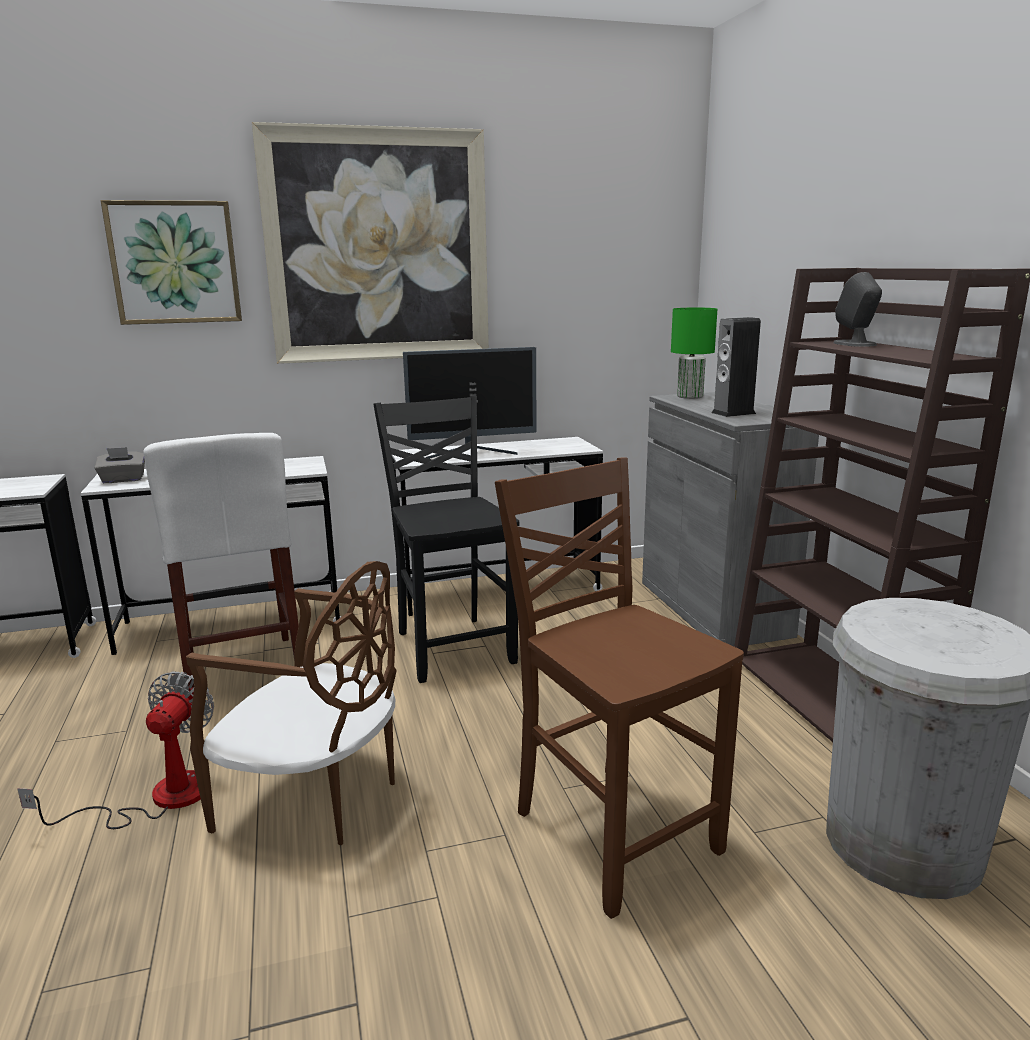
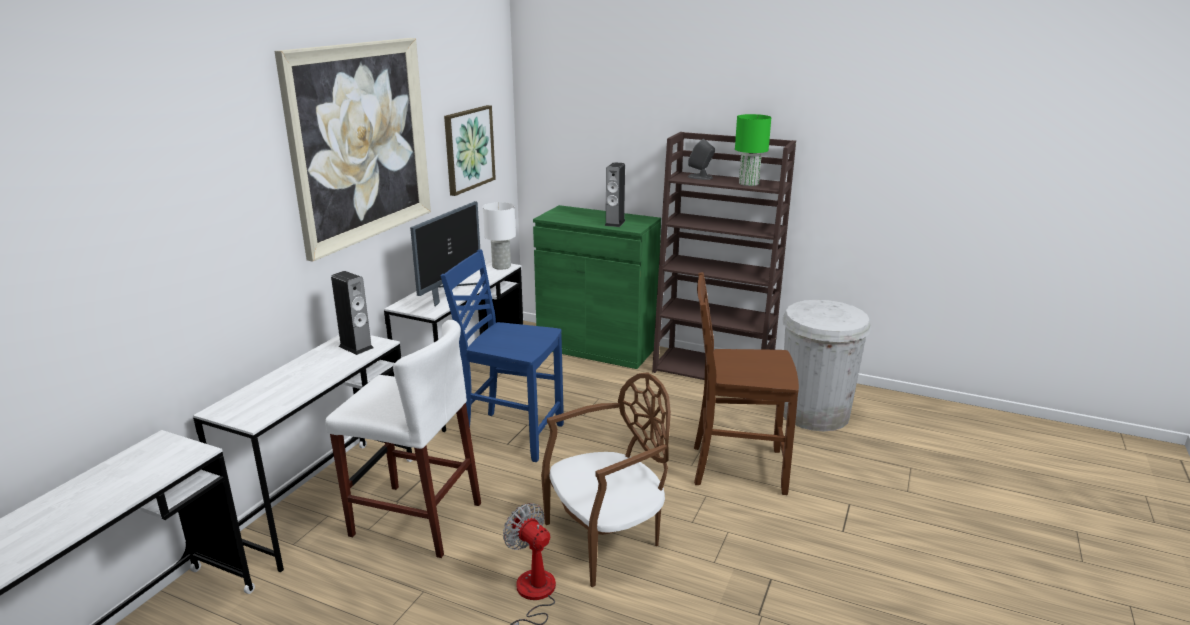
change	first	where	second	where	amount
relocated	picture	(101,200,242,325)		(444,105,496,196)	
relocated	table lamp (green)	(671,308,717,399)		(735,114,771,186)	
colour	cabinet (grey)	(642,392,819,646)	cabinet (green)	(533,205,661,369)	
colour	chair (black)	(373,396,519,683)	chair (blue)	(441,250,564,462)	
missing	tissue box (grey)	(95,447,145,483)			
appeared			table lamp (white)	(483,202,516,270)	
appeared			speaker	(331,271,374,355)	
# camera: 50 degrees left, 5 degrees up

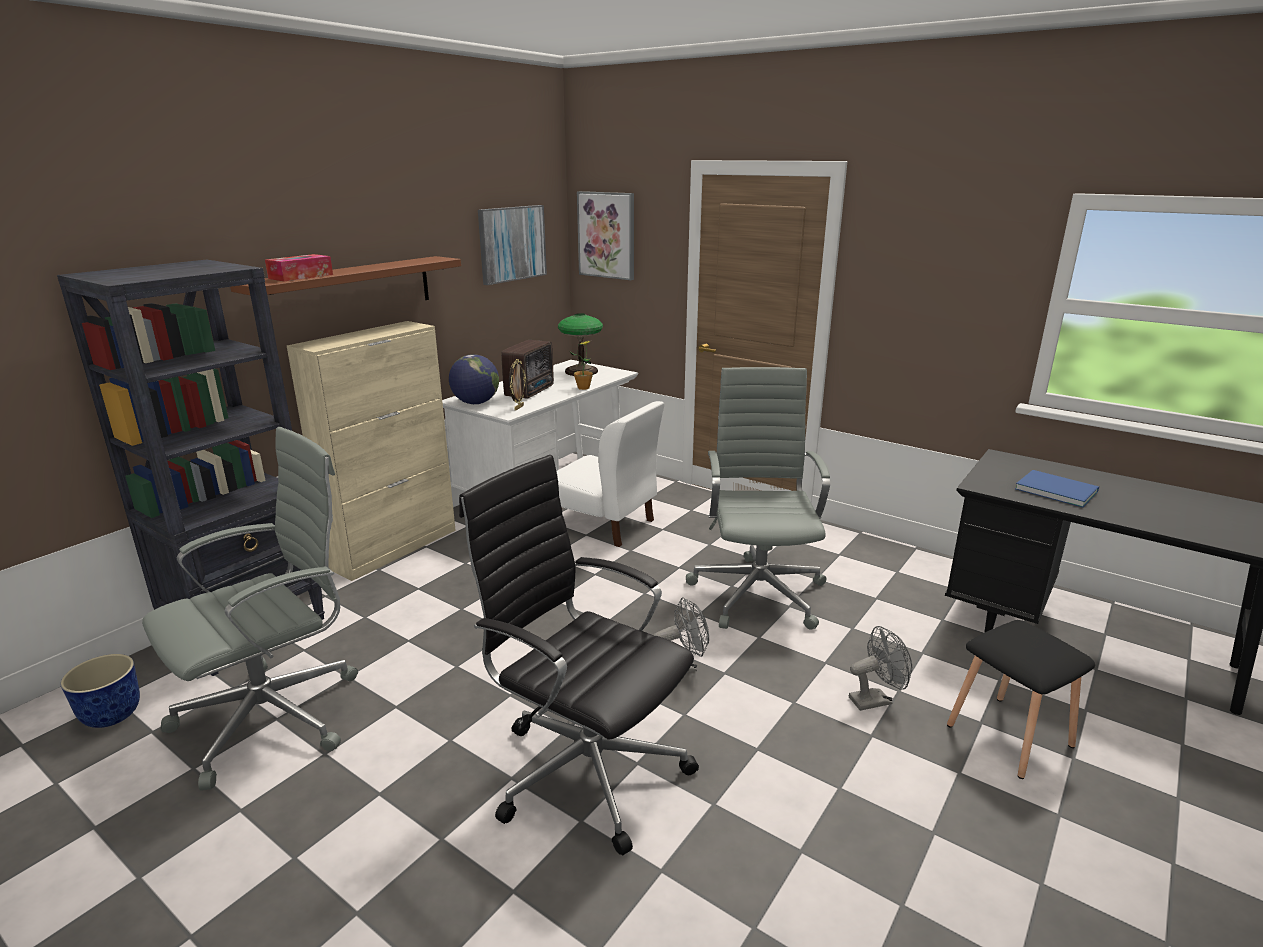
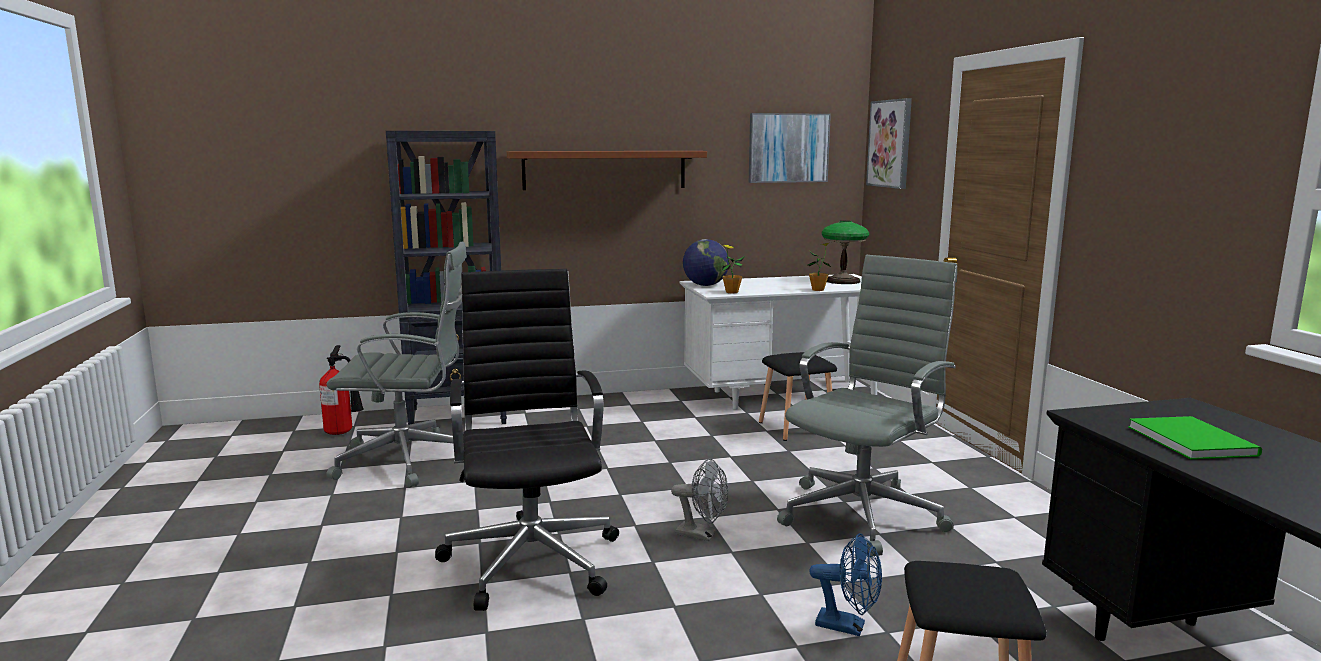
change	first	where	second	where	amount
missing	tissue box	(265,254,333,282)			
missing	cabinet (beige)	(287,321,456,581)			
missing	radio	(501,340,554,399)			
exchanged	picture frame	(509,359,526,411)	potted plant	(722,244,746,294)	
exchanged	chair (white)	(556,401,664,547)	stool (black)	(759,352,837,441)	
colour	book (blue)	(1015,470,1099,507)	book (green)	(1128,416,1262,459)	
colour	fan (grey)	(849,626,912,711)	fan (blue)	(809,533,882,636)	
exchanged	planter	(61,654,140,728)	fire extinguisher	(319,345,364,435)	
# camera: 40 degrees right, 10 degrees down

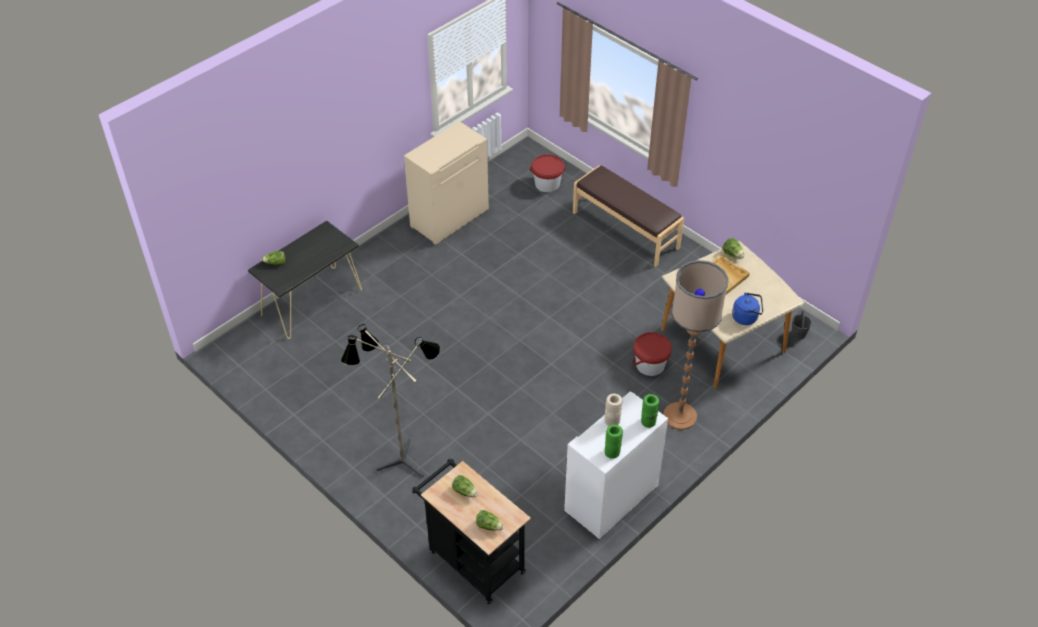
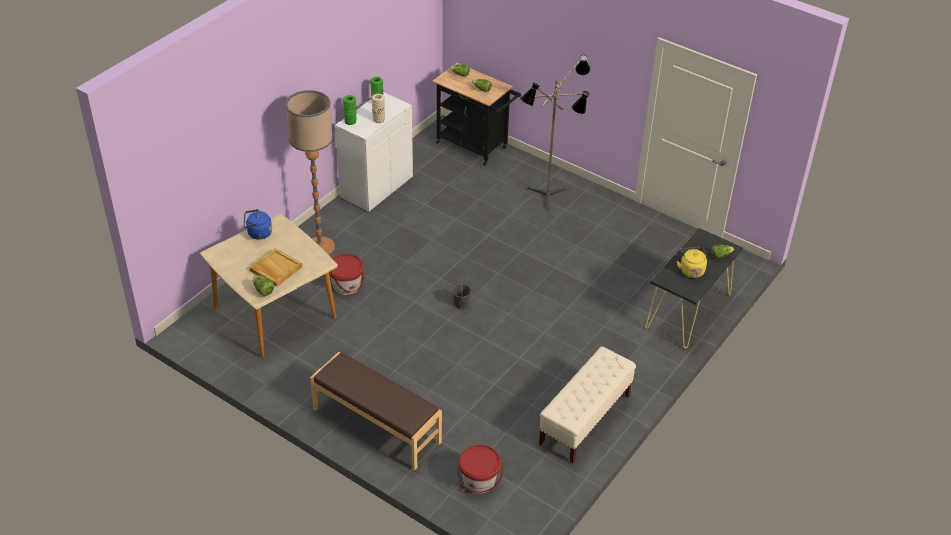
change	first	where	second	where	amount
exchanged	cabinet (beige)	(404,121,489,245)	bench (beige)	(539,347,636,463)	
relocated	bucket (grey)	(792,311,812,340)		(452,280,471,309)	
appeared			kettle (yellow)	(677,247,707,278)	
# camera: 170 degrees right, 5 degrees down

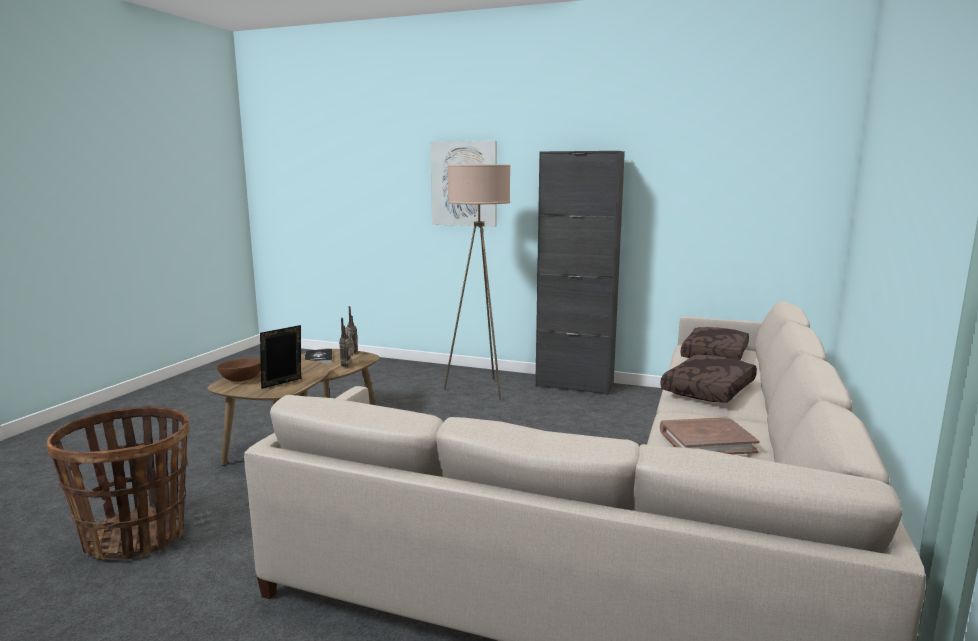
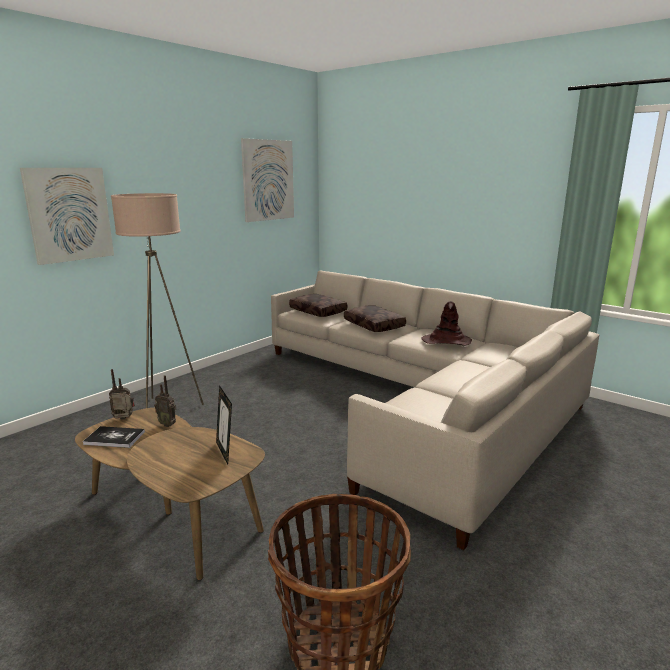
change	first	where	second	where	amount
missing	cabinet (black)	(535,151,625,395)			
missing	bowl (brown)	(217,358,261,382)			
exchanged	book (brown)	(660,417,760,455)	hat (brown)	(421,301,472,345)	
appeared			picture	(241,138,294,222)	
# camera: 70 degrees left, 5 degrees up

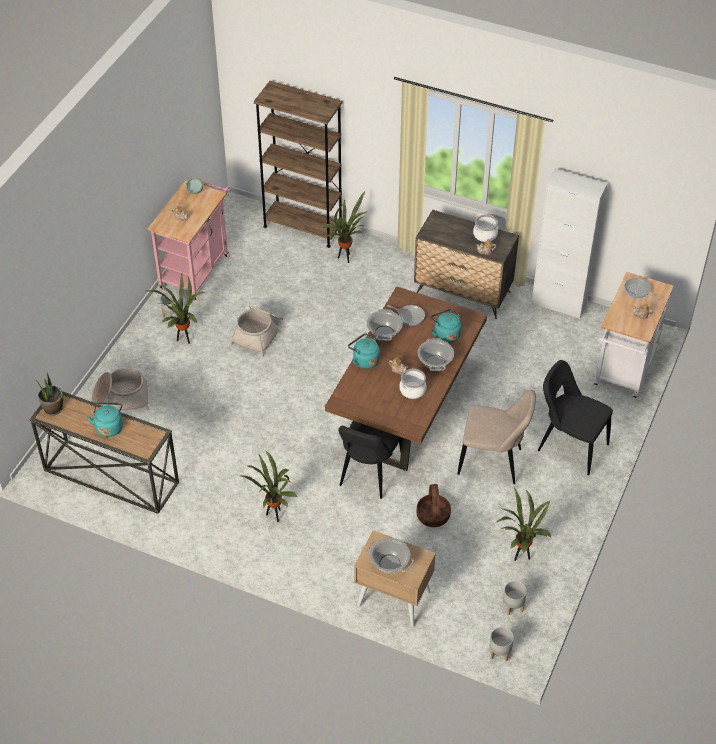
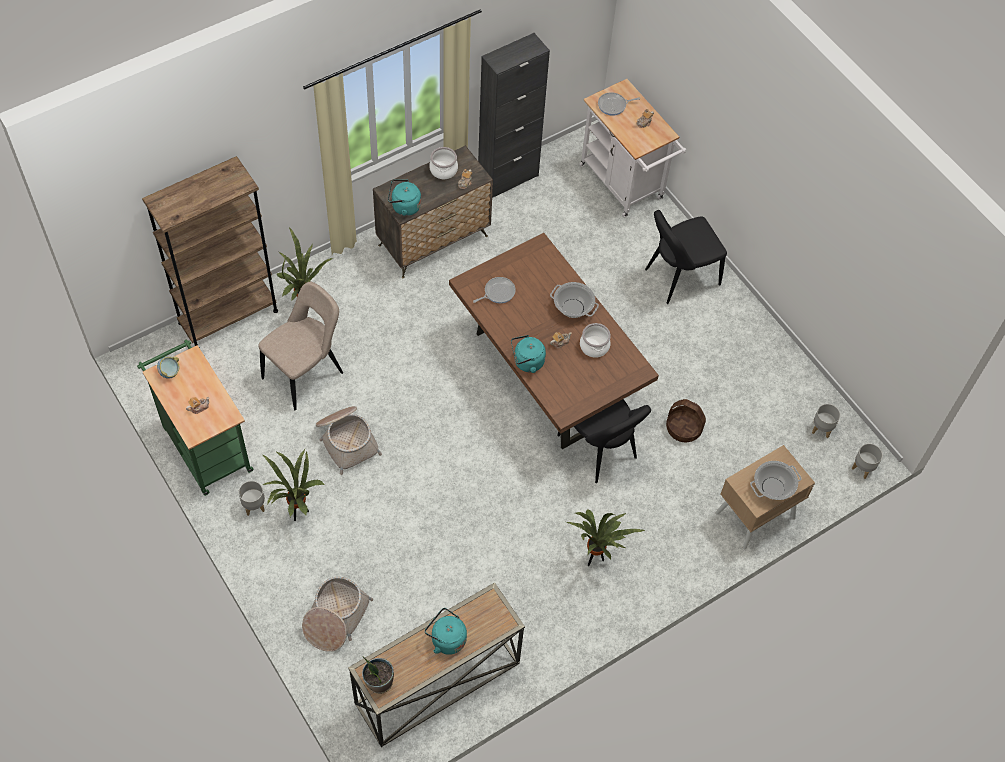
change	first	where	second	where	amount
colour	cabinet (white)	(531,169,608,319)	cabinet (black)	(478,33,550,198)	
colour	cart (pink)	(148,177,230,301)	cart (green)	(137,339,254,496)	
relocated	kettle (turquoise)	(431,308,462,343)		(388,180,421,216)	
missing	cooking pot	(367,309,403,341)			
relocated	chair (beige)	(457,390,536,484)		(258,282,343,410)	
missing	potted plant	(495,487,552,561)			
# camera: 60 degrees left, 10 degrees up

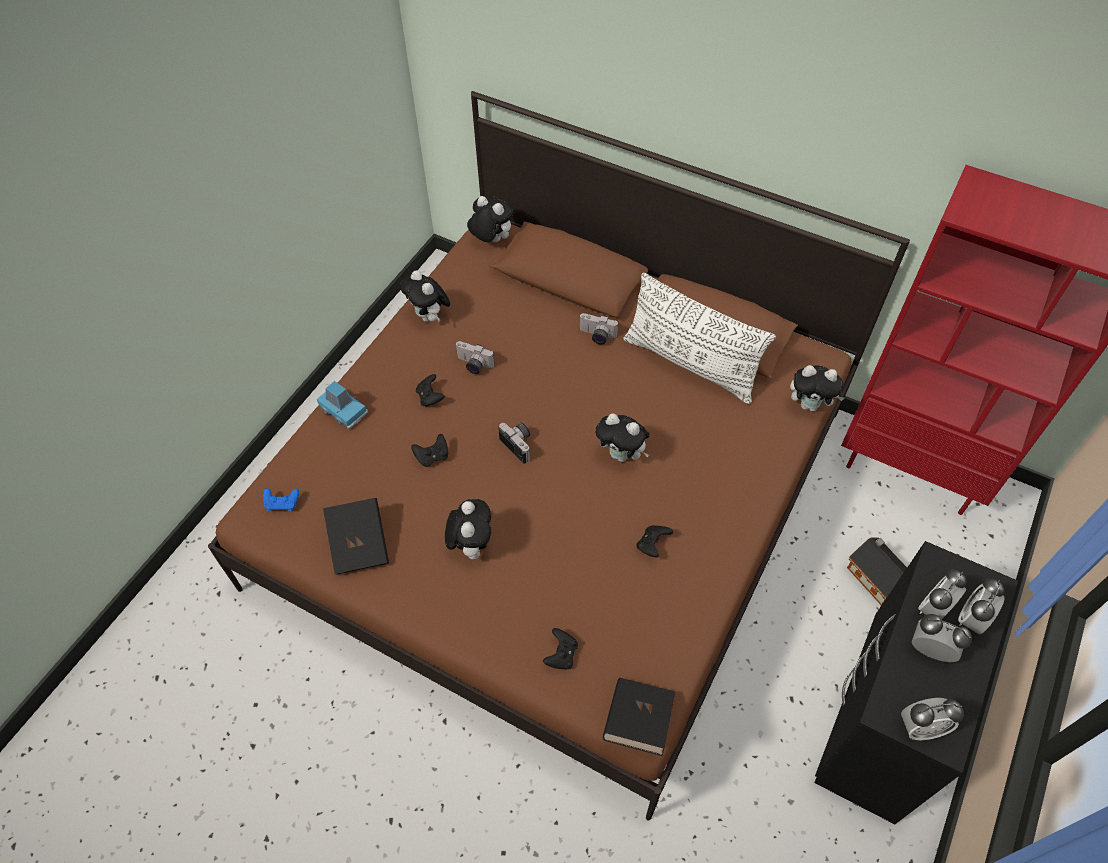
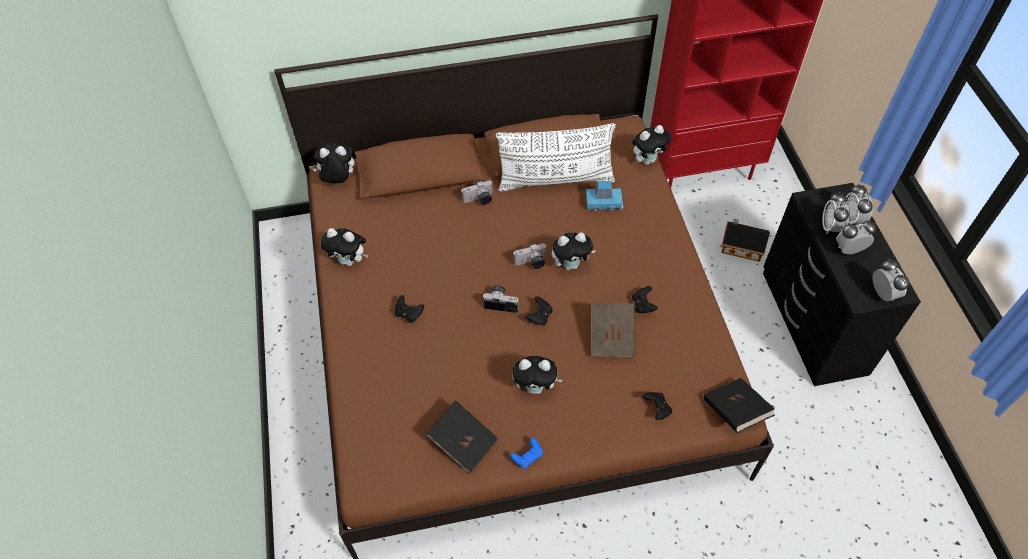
change	first	where	second	where	amount
relocated	photo camera	(456,341,494,374)		(513,243,546,269)	
relocated	toy car (blue)	(317,381,368,429)		(586,181,623,212)	
relocated	game controller (black)	(411,434,448,467)		(526,296,553,325)	
relocated	game controller (blue)	(263,488,299,511)		(510,437,543,469)	
spun	plush toy	(445,499,491,560)		(513,356,563,394)	135 degrees clockwise
spun	alarm clock	(901,698,964,740)		(873,259,910,302)	60 degrees counterclockwise
appeared			book (brown)	(591,303,635,357)	
# camera: 40 degrees left, 0 degrees up

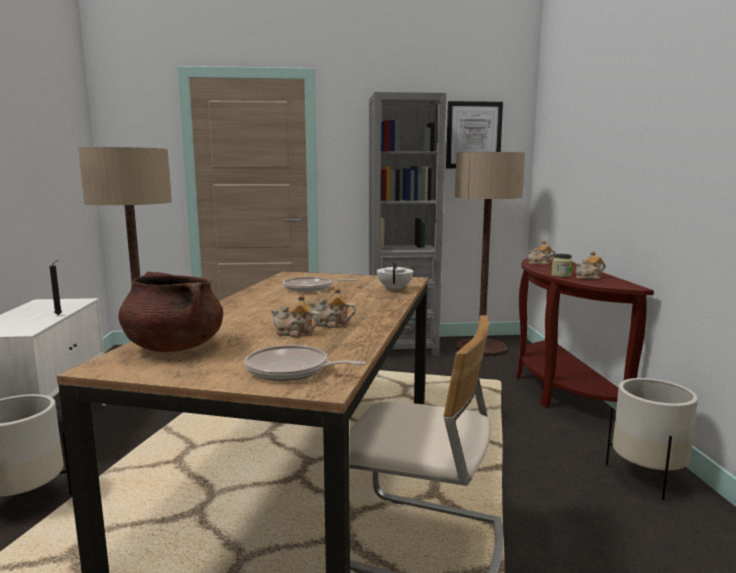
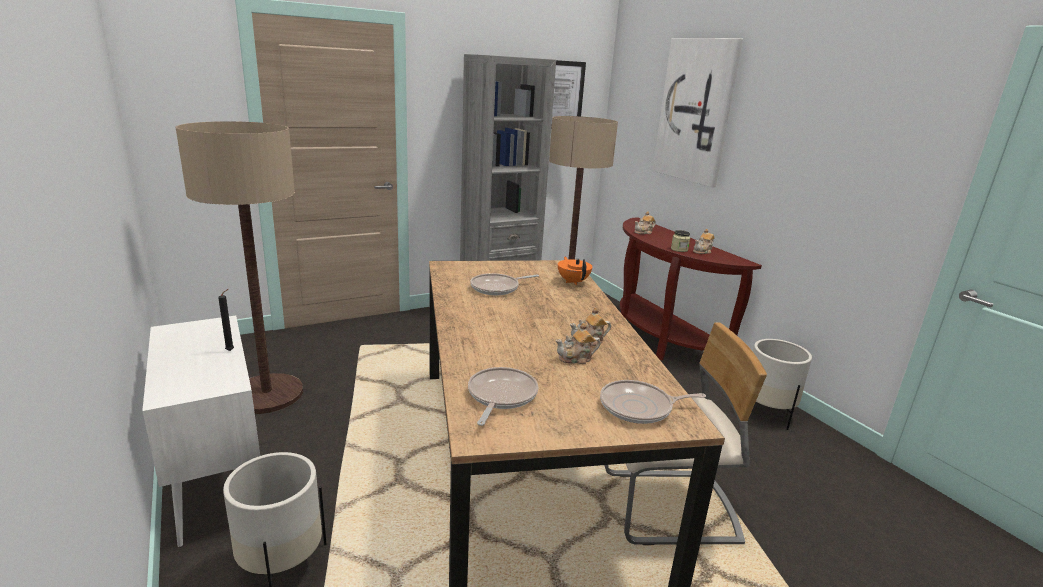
change	first	where	second	where	amount
colour	teapot (white)	(377,261,413,291)	teapot (orange)	(558,257,592,285)	
exchanged	cooking pot (brown)	(119,272,223,352)	frying pan	(468,367,538,426)	
appeared			picture	(653,38,743,187)	
# camera: 25 degrees left, 10 degrees up

